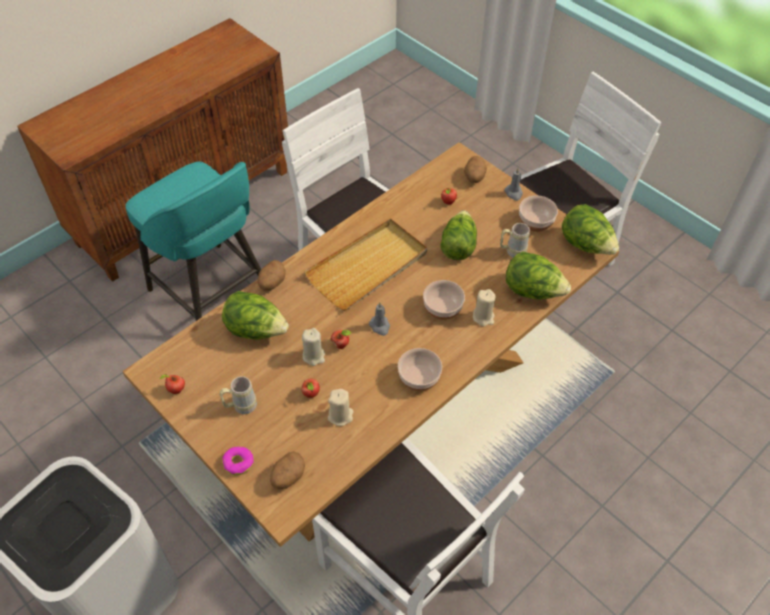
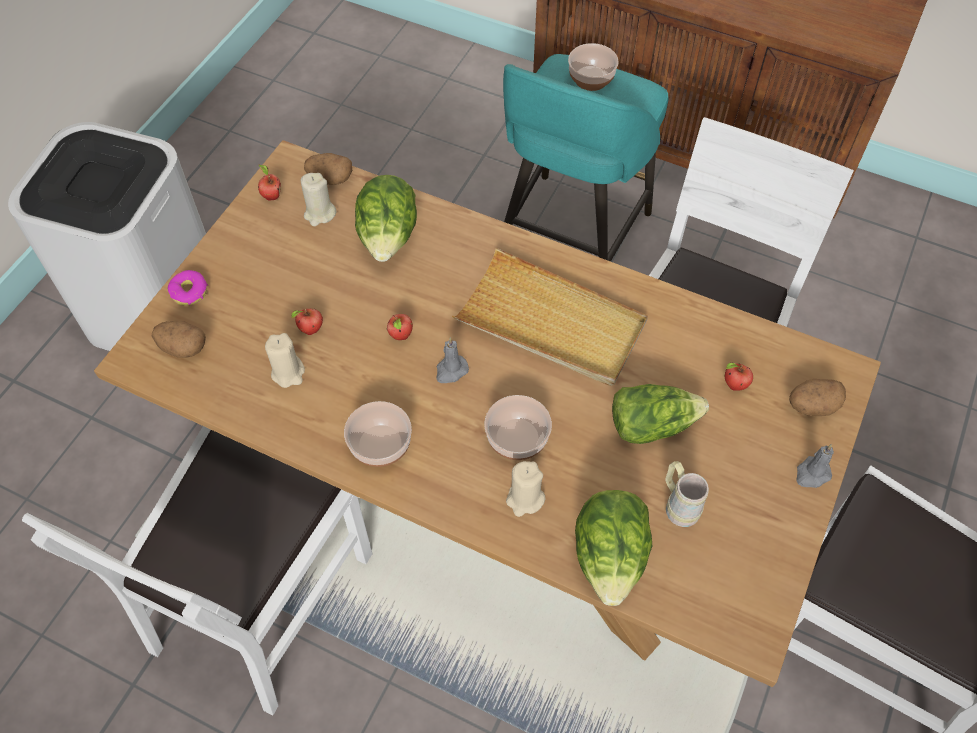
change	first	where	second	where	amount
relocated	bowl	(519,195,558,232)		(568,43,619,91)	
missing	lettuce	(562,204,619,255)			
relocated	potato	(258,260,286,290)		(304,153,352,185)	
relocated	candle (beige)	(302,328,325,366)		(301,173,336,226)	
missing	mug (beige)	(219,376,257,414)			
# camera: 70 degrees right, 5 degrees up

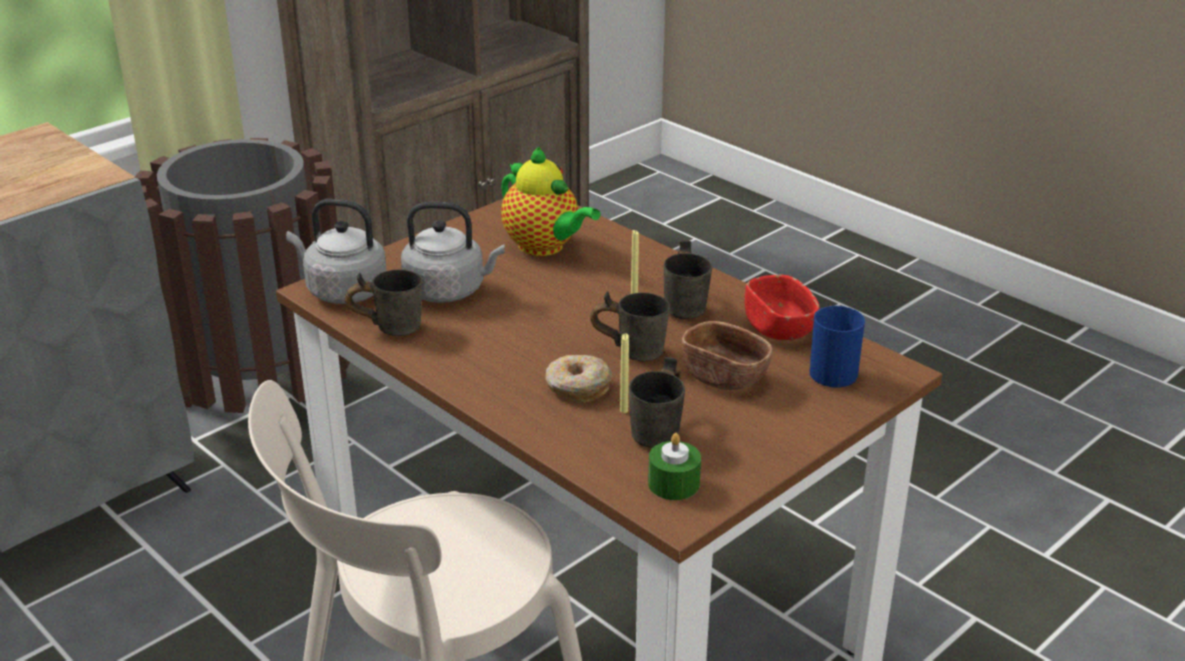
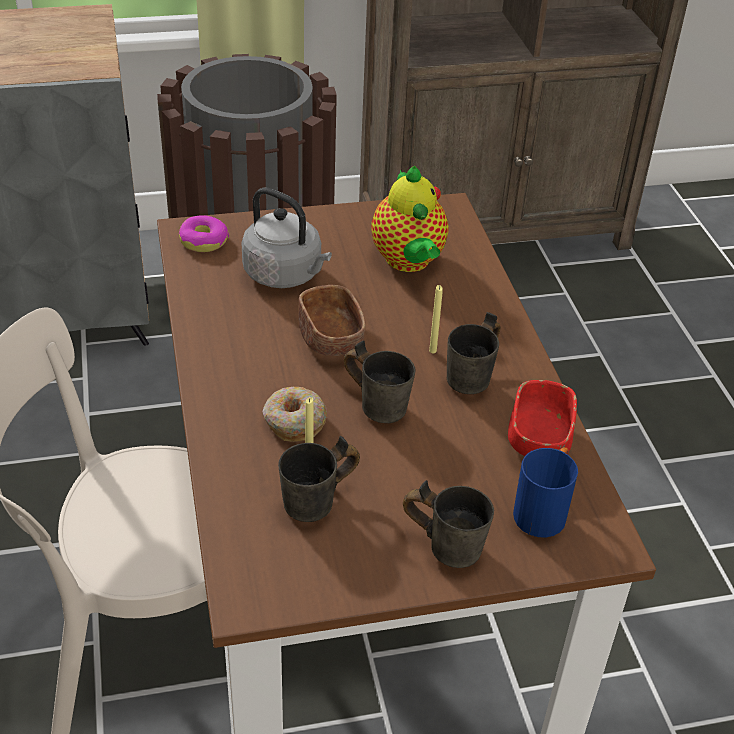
change	first	where	second	where	amount
exchanged	kettle (grey)	(286,199,387,304)	donut	(179,215,229,252)	
relocated	mug (grey)	(345,269,422,336)		(403,480,494,568)	
relocated	bowl (brown)	(682,321,772,390)		(298,285,366,356)	
missing	candle (green)	(648,433,701,500)			
# camera: 30 degrees right, 10 degrees up

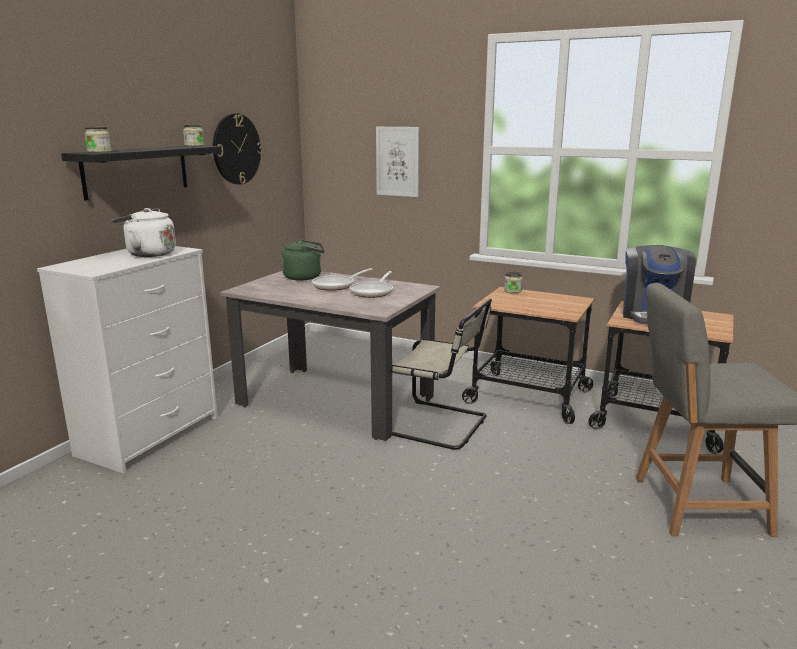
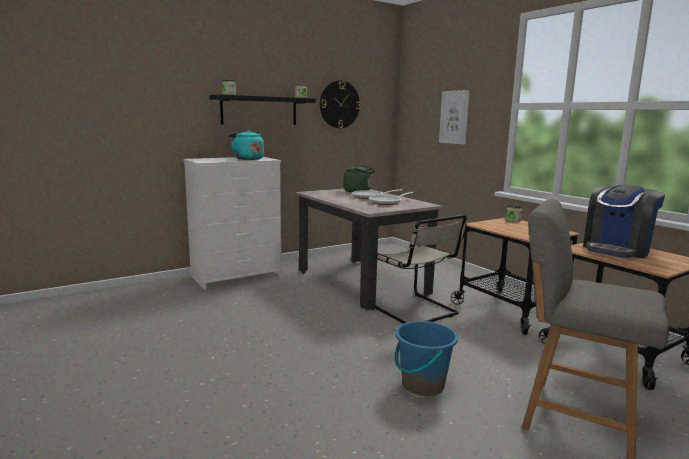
change	first	where	second	where	amount
colour	kettle (white)	(112,208,176,257)	kettle (turquoise)	(228,130,264,160)	
appeared			bucket (blue)	(394,321,458,396)	
# camera: 30 degrees right, 5 degrees down

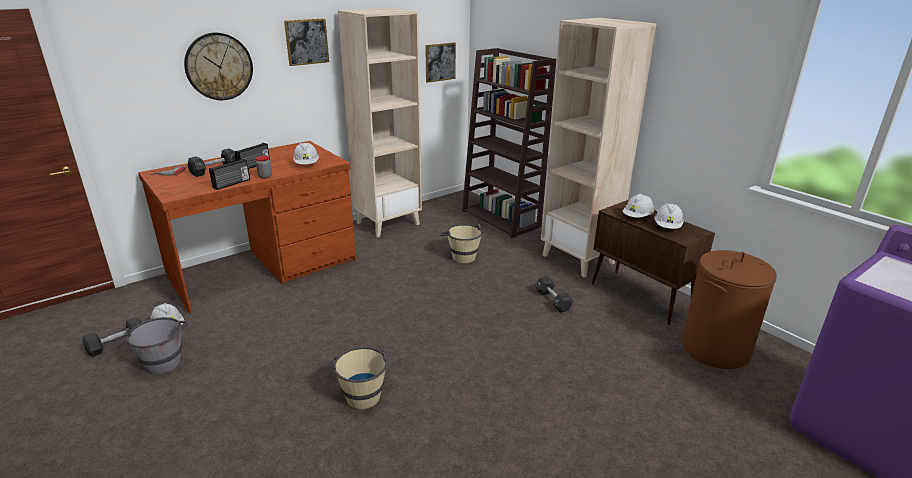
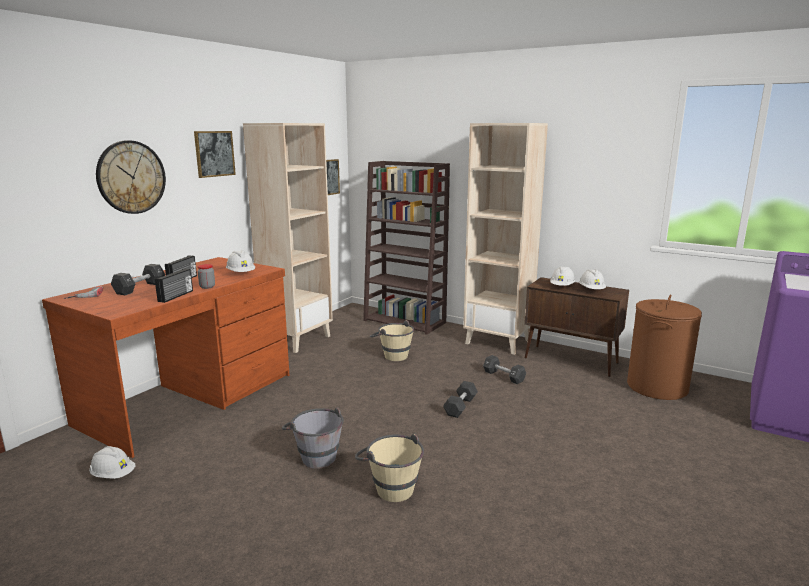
change	first	where	second	where	amount
relocated	dumbbell (black)	(83,317,142,357)		(443,381,478,418)	
relocated	bucket (grey)	(125,317,188,374)		(282,407,344,469)	
# camera: 20 degrees left, 10 degrees down

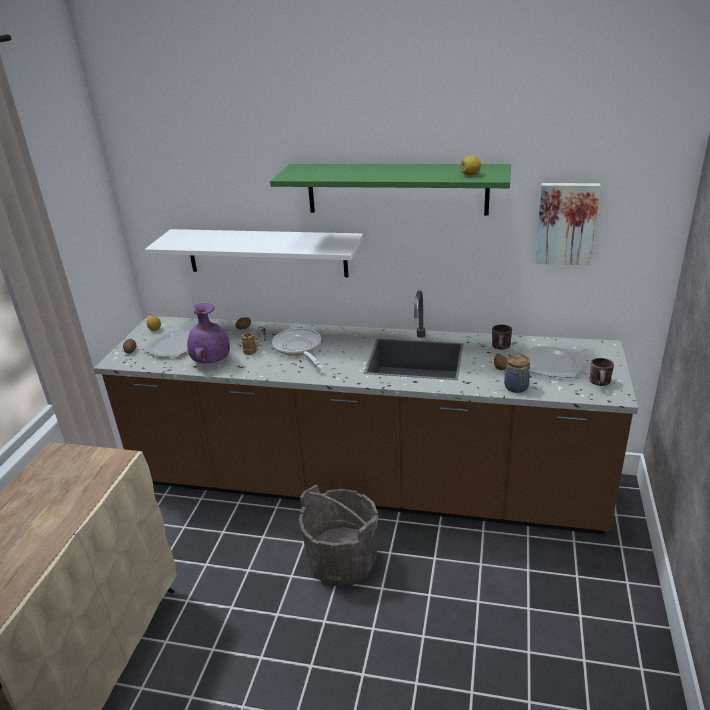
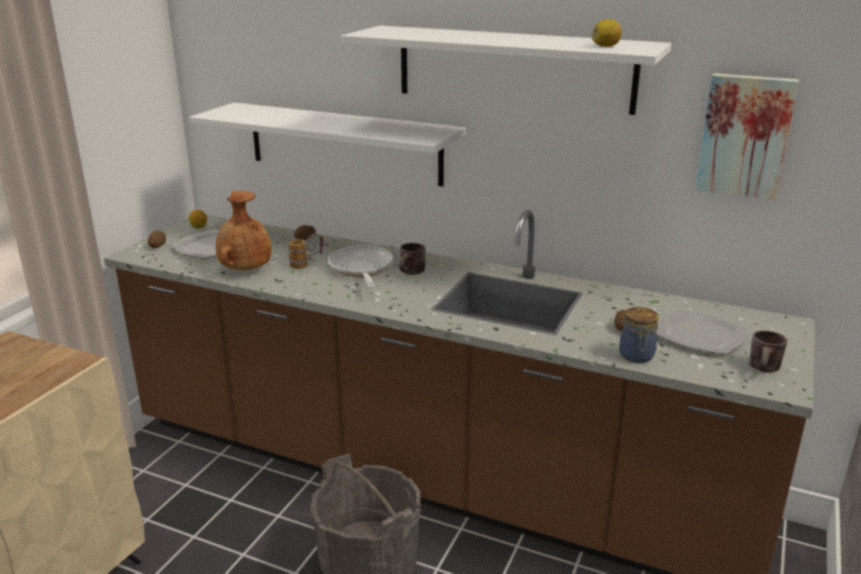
change	first	where	second	where	amount
colour	shelf (green)	(270,164,511,215)	shelf (white)	(341,25,672,115)	
colour	vase (purple)	(187,303,230,363)	vase (brown)	(216,191,272,270)	
relocated	mug (brown)	(492,325,512,350)		(399,243,426,275)	
# camera: 10 degrees right, 5 degrees down

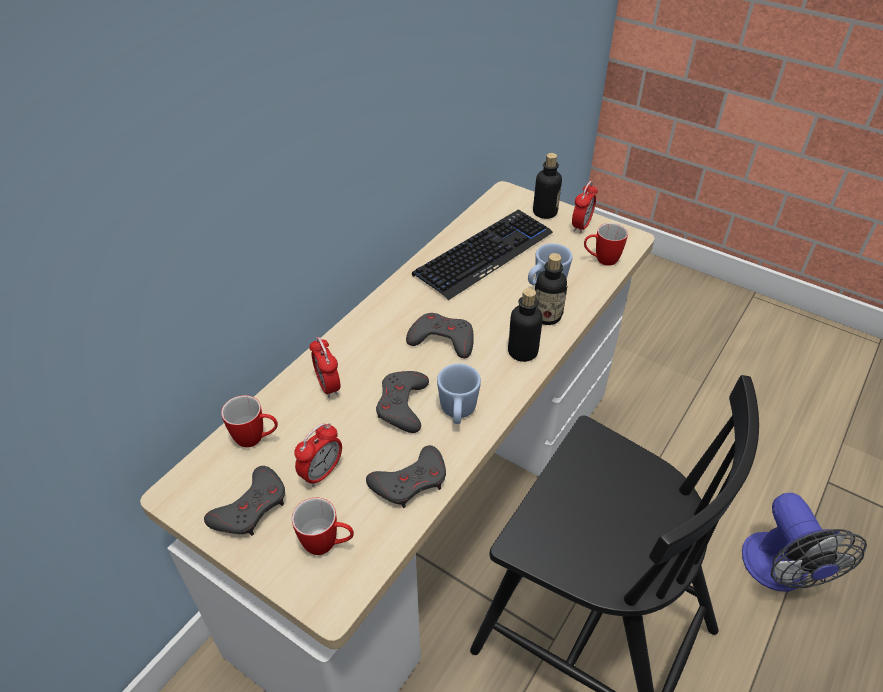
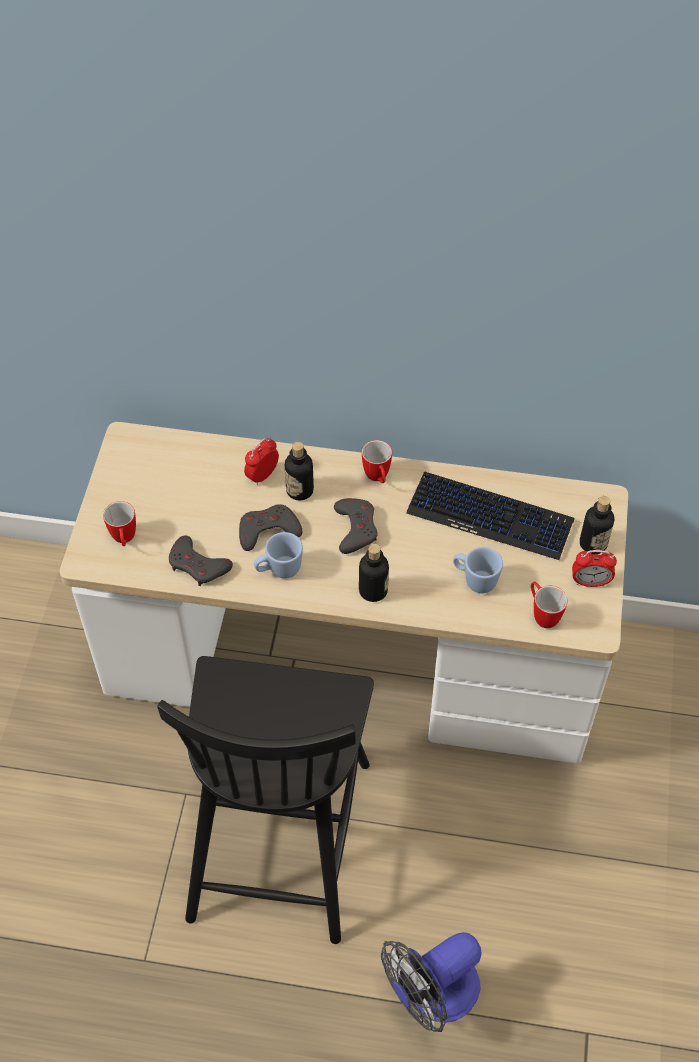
change	first	where	second	where	amount
relocated	bottle	(535,253,567,325)		(285,442,314,501)	
relocated	mug	(221,395,278,448)		(362,440,392,483)	
missing	alarm clock	(294,423,342,487)			
missing	game controller (grey)	(204,466,285,536)			
# camera: 65 degrees right, 10 degrees up

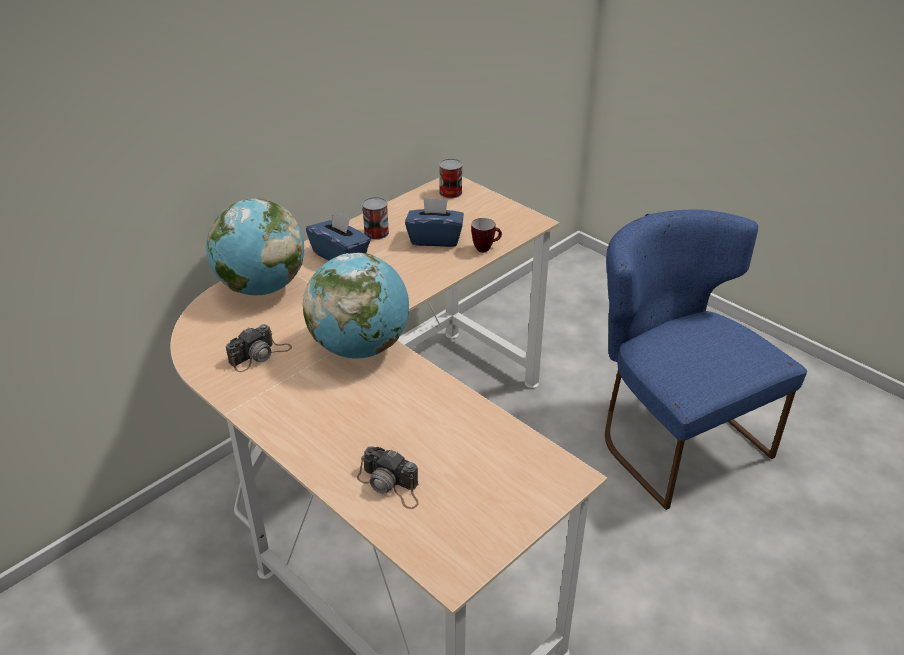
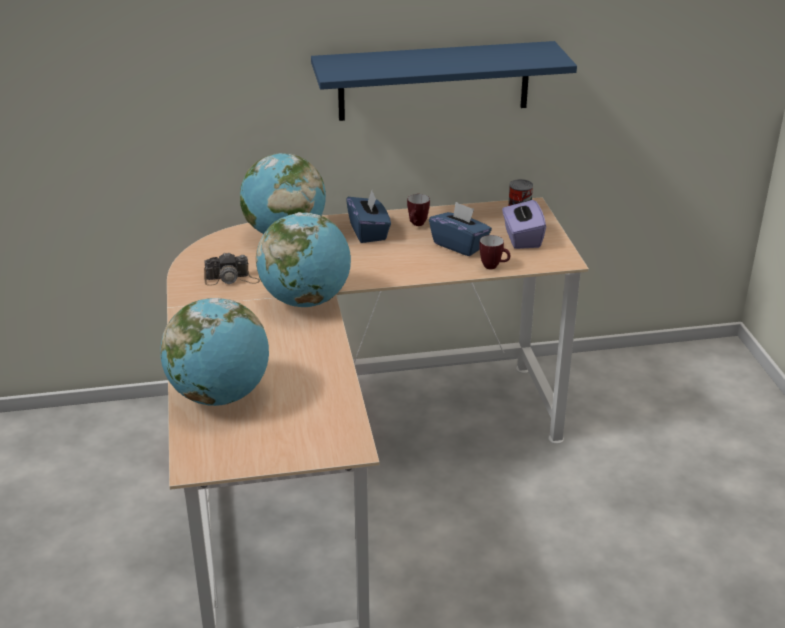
change	first	where	second	where	amount
exchanged	can	(362,197,389,240)	mug	(407,194,430,226)	
missing	chair (blue)	(605,210,807,510)			
exchanged	photo camera	(357,446,419,509)	globe	(160,298,269,406)	
appeared			shelf (blue)	(311,41,577,121)	
appeared			tissue box (purple)	(502,198,546,249)	
# camera: 35 degrees right, 5 degrees down

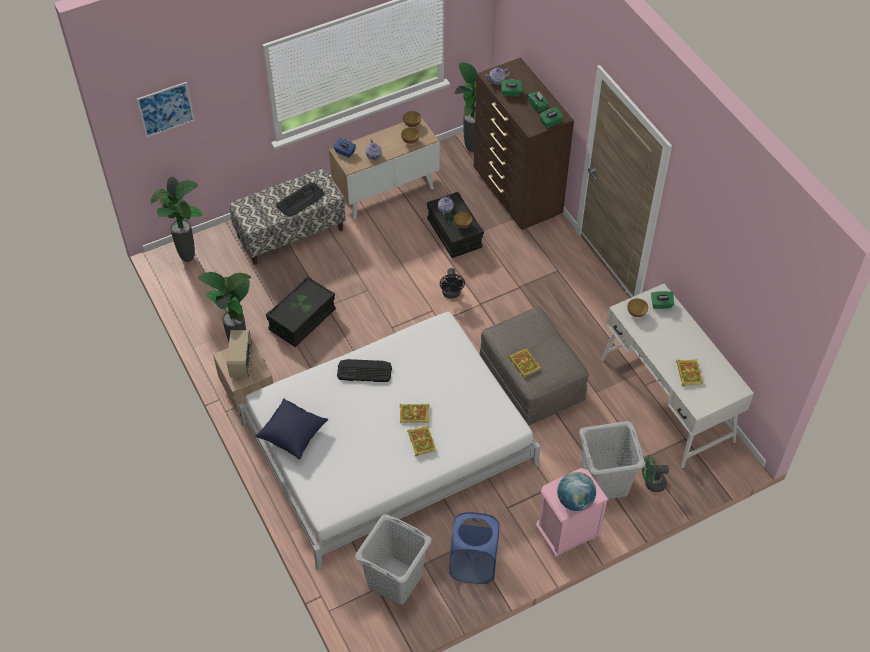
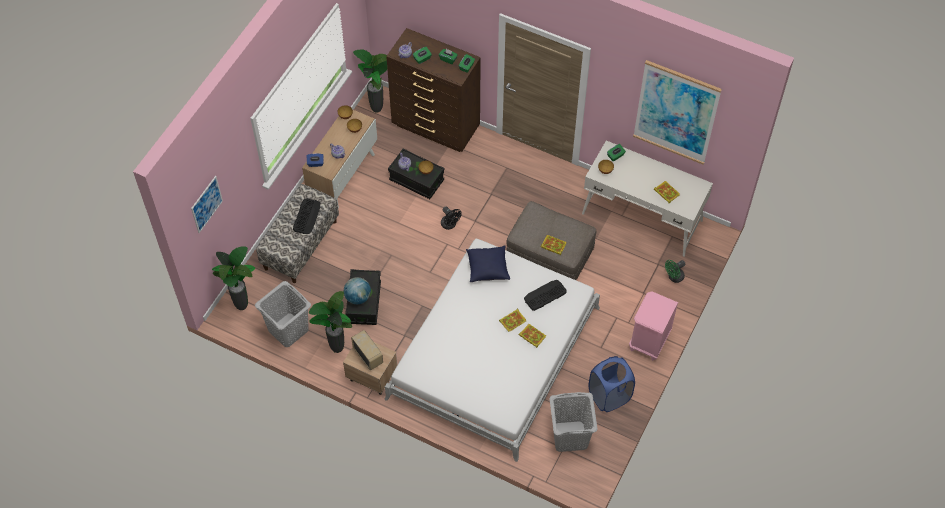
change	first	where	second	where	amount
relocated	keyboard	(337,359,392,382)		(524,280,567,311)	
relocated	pillow (blue)	(255,398,328,459)		(466,246,510,282)	
relocated	laundry basket (grey)	(579,421,645,499)		(255,281,311,347)	
relocated	globe	(557,472,596,511)		(344,277,371,304)	
appeared			picture	(633,60,722,165)	
# camera: 35 degrees left, 5 degrees up

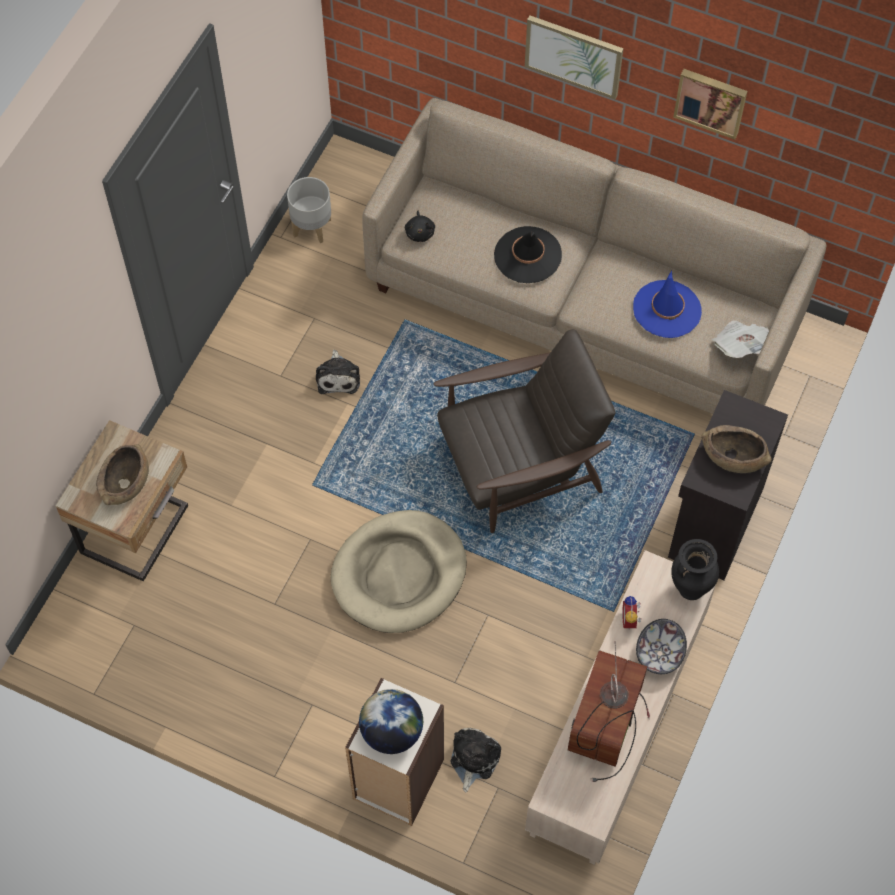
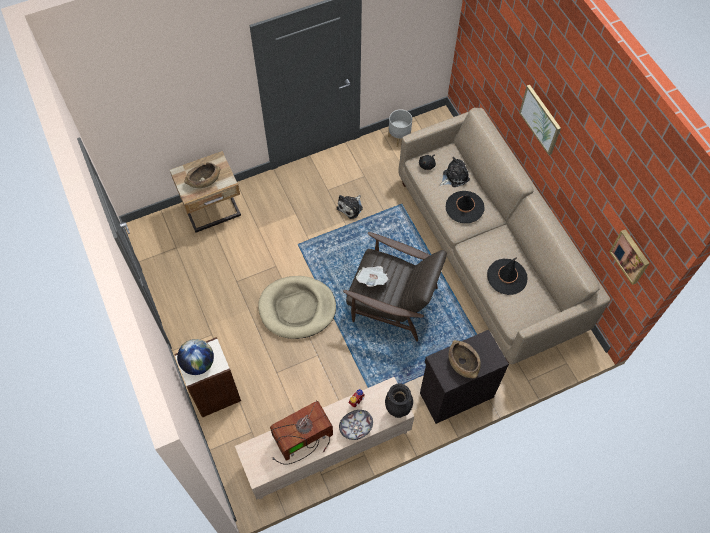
change	first	where	second	where	amount
relocated	picture	(673,69,747,140)		(609,229,650,285)	
colour	hat (blue)	(633,270,702,338)	hat (black)	(487,257,527,295)	
relocated	newspaper	(712,320,769,358)		(356,266,389,286)	
relocated	plush toy	(450,728,501,792)		(440,157,470,187)	
# camera: 40 degrees right, 0 degrees up

